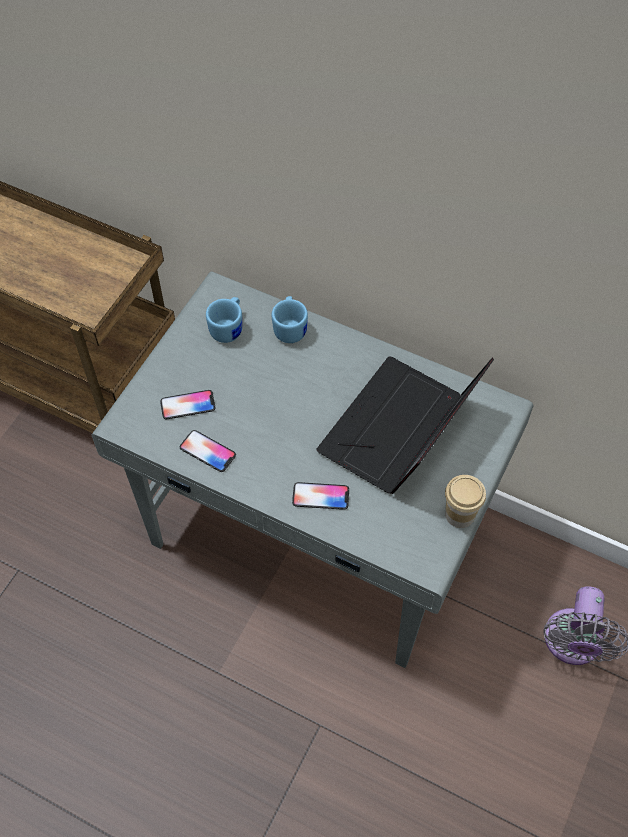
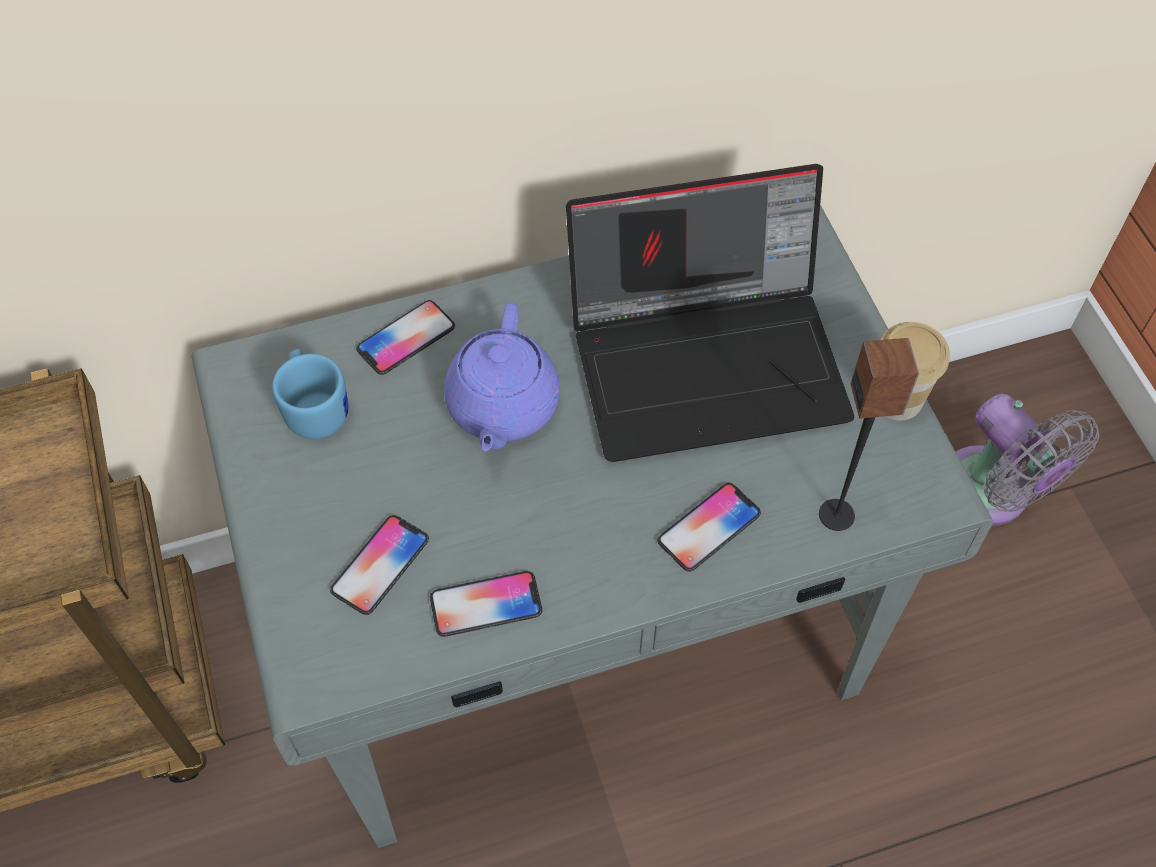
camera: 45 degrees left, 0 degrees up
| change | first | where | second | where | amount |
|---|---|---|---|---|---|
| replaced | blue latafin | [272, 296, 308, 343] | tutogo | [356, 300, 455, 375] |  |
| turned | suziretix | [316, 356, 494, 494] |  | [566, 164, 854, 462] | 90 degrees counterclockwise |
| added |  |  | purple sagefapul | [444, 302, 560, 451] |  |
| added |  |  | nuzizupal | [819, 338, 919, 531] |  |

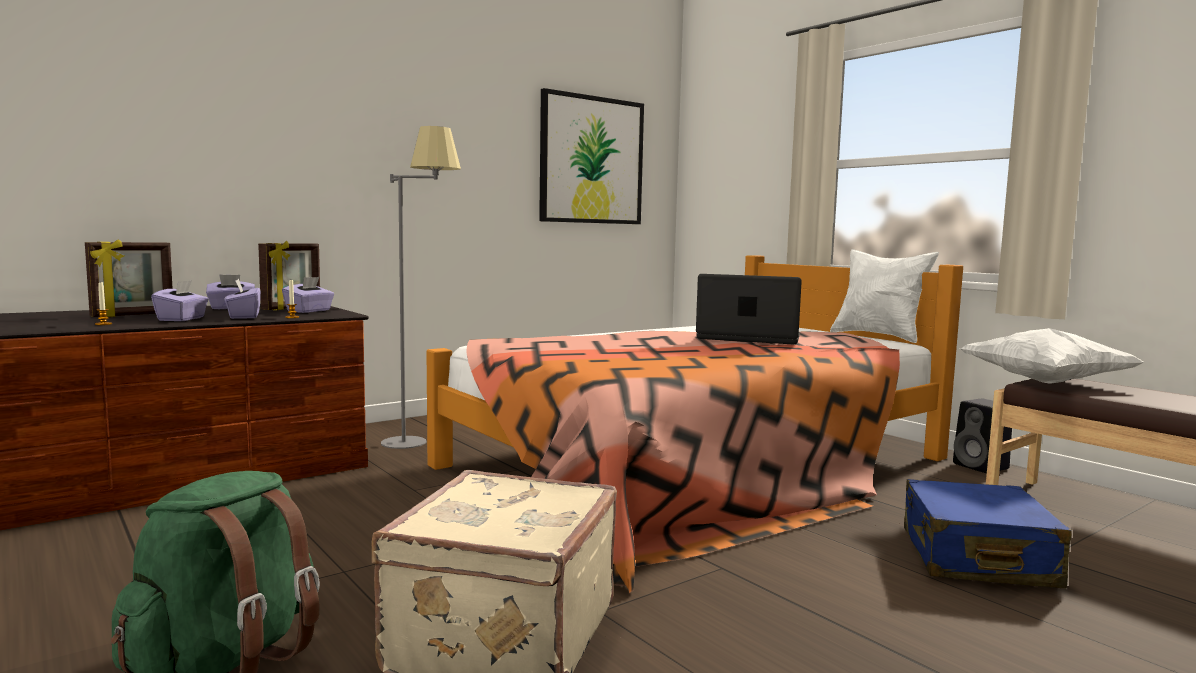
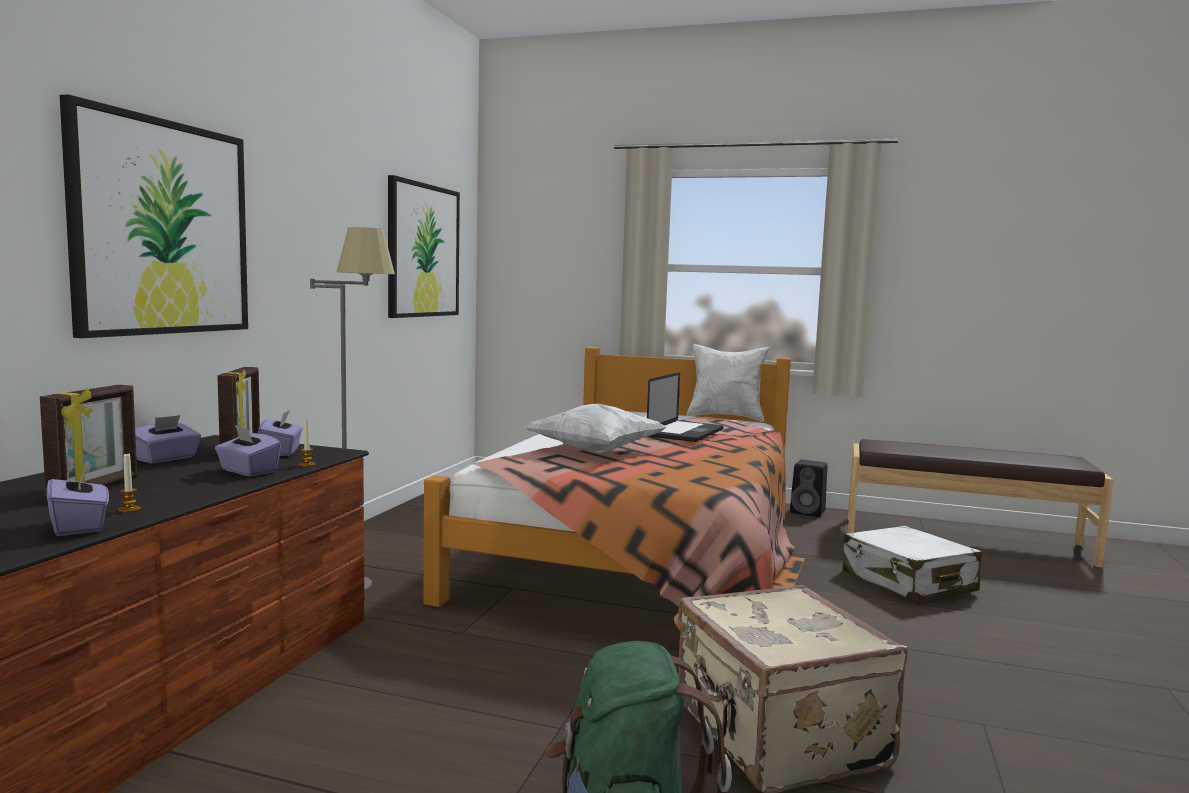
camera: 35 degrees left, 0 degrees up
| change | first | where | second | where | amount |
|---|---|---|---|---|---|
| turned | suziretix | [696, 274, 802, 344] |  | [647, 372, 724, 442] | 135 degrees clockwise |
| moved | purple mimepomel | [151, 280, 209, 321] |  | [47, 465, 109, 536] |  |
| moved | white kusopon | [960, 328, 1144, 384] |  | [526, 404, 667, 453] |  |
| recoloured | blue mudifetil | [904, 479, 1072, 588] | white mudifetil | [843, 526, 982, 602] |  |
| added |  |  | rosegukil | [60, 94, 248, 338] |  |

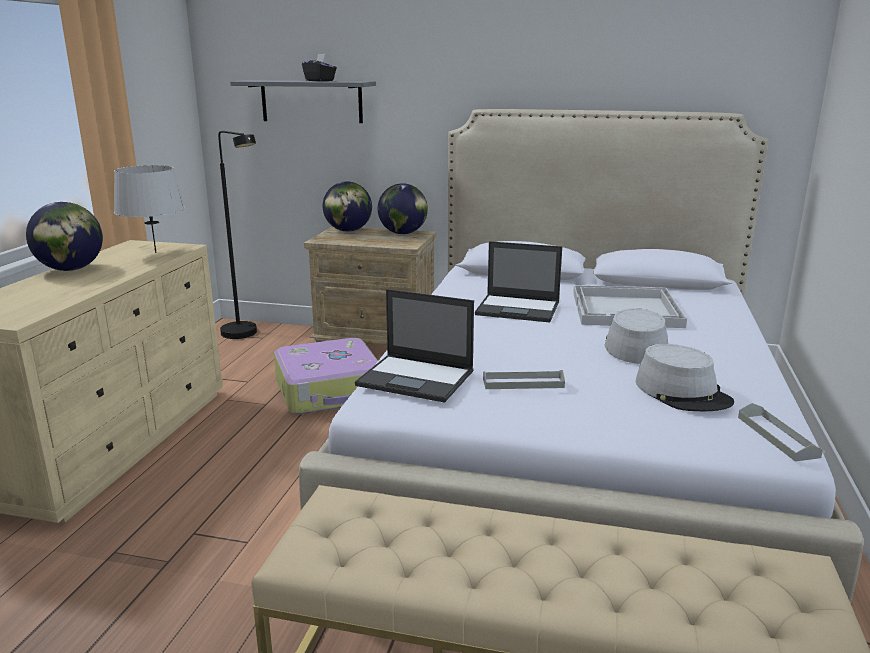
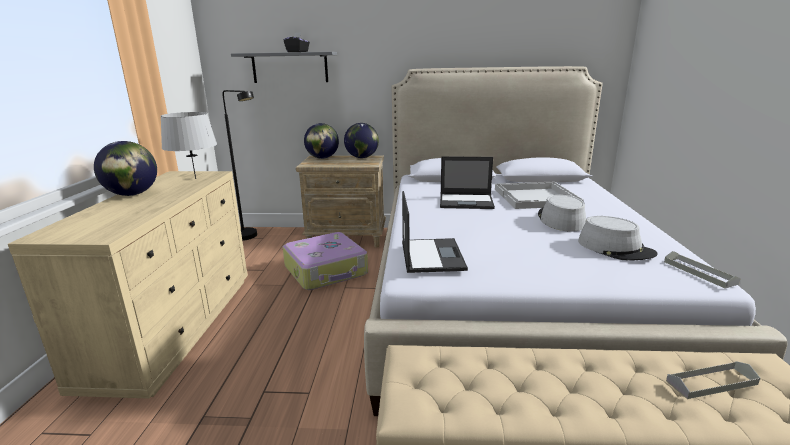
camera: 10 degrees left, 0 degrees up
| change | first | where | second | where | amount |
|---|---|---|---|---|---|
| turned | suziretix | [355, 289, 474, 403] |  | [402, 191, 468, 273] | 105 degrees counterclockwise |
| moved | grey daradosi | [483, 370, 565, 389] |  | [666, 361, 760, 399] |  |

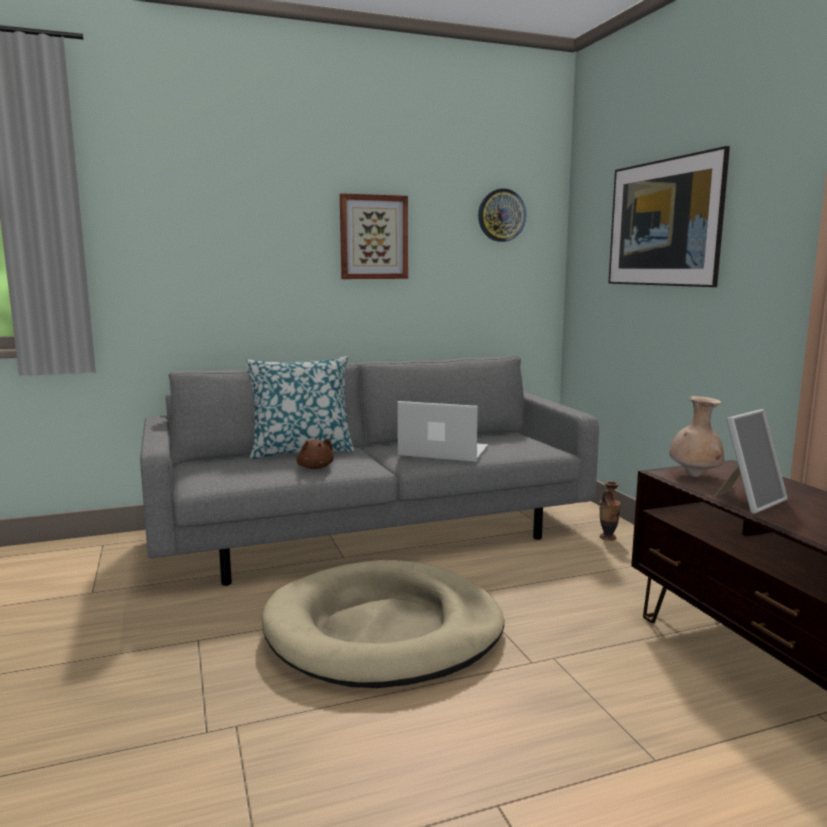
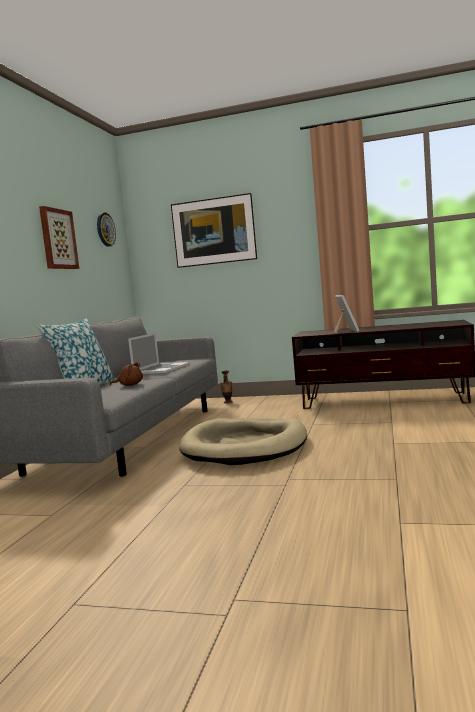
camera: 55 degrees left, 5 degrees down
| change | first | where | second | where | amount |
|---|---|---|---|---|---|
| removed | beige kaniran | [669, 396, 724, 477] |  |  |  |
| turned | suziretix | [397, 401, 488, 462] |  | [128, 333, 189, 374] | 150 degrees clockwise |

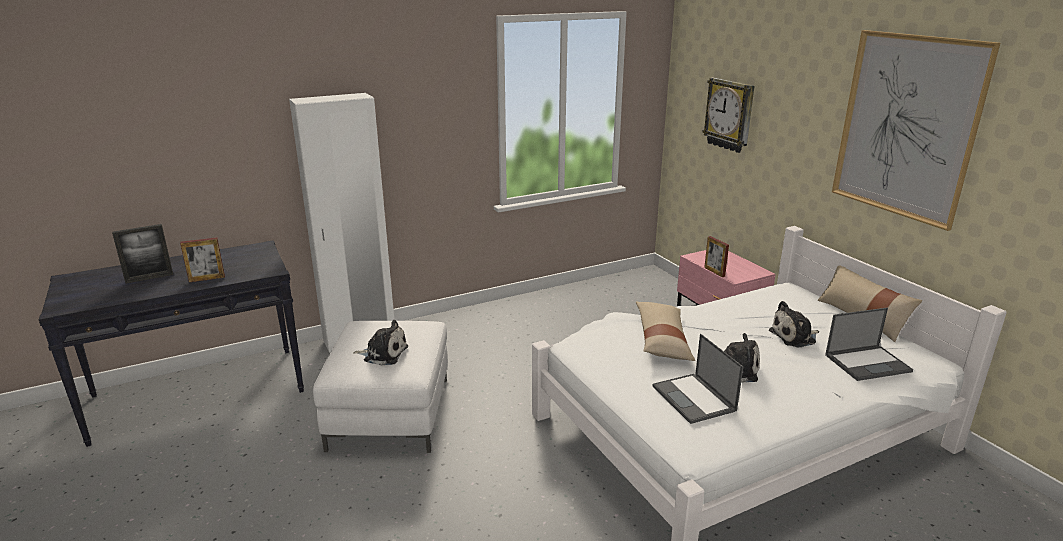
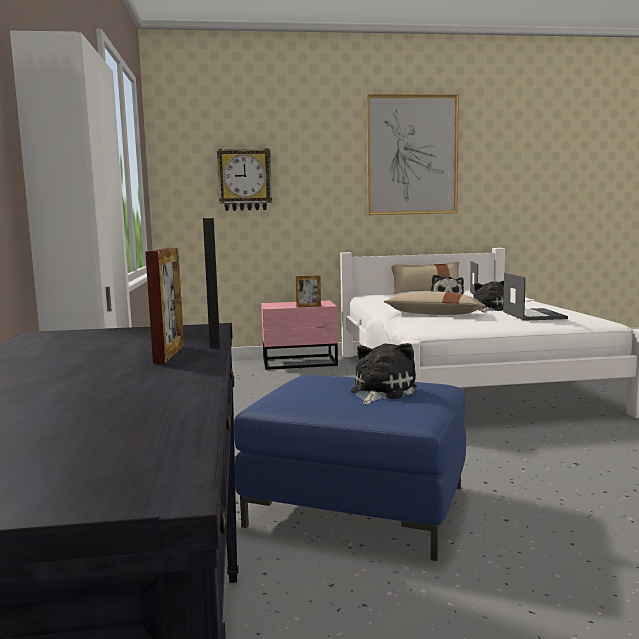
camera: 70 degrees left, 15 degrees down
| change | first | where | second | where | amount |
|---|---|---|---|---|---|
| moved | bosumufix | [112, 224, 173, 284] |  | [203, 218, 220, 348] |  |
| recoloured | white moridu | [313, 321, 448, 453] | blue moridu | [234, 375, 466, 561] |  |
| turned | suziretix | [652, 334, 743, 424] |  | [503, 273, 568, 320] | 90 degrees counterclockwise |

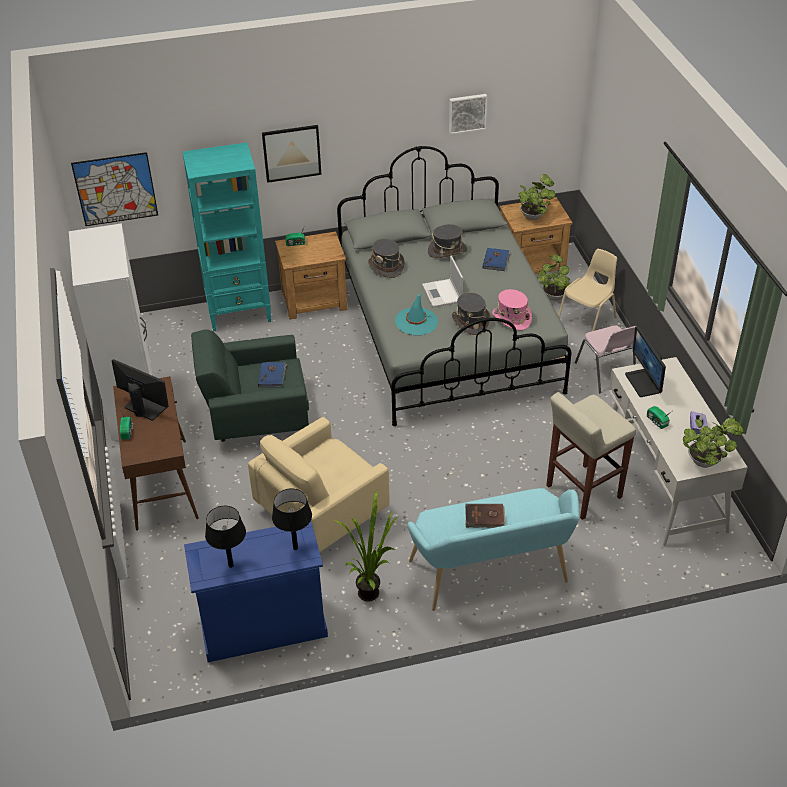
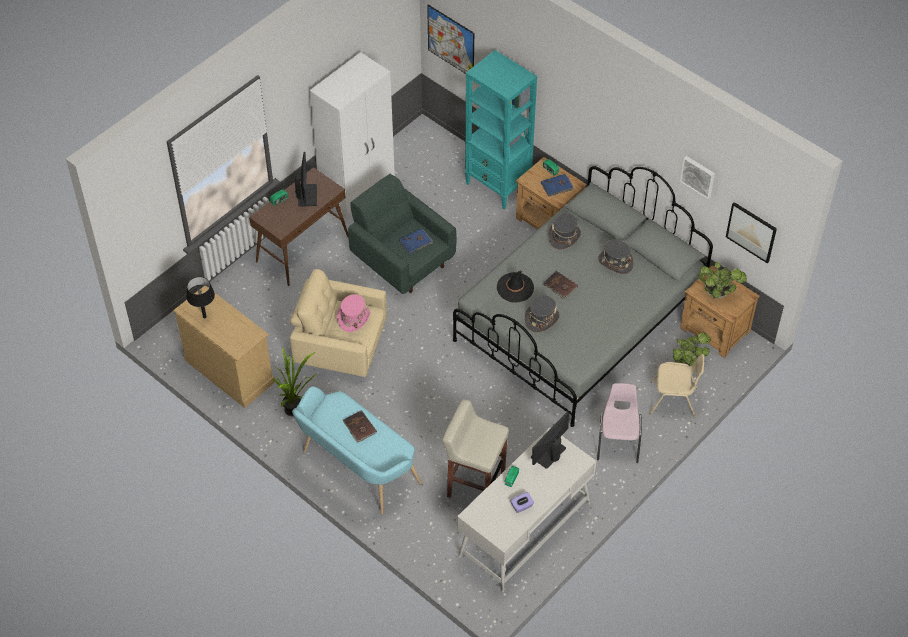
camera: 55 degrees right, 10 degrees up
| change | first | where | second | where | amount |
|---|---|---|---|---|---|
| moved | rosegukil | [262, 125, 322, 183] |  | [726, 202, 777, 263] |  |
| moved | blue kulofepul | [482, 248, 511, 271] |  | [541, 174, 574, 197] |  |
| replaced | suziretix | [422, 255, 463, 307] | brown kulofepul | [543, 271, 578, 300] |  |
| moved | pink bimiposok | [492, 289, 532, 330] |  | [337, 294, 370, 332] |  |
| recoloured | turquoise bimiposok | [395, 293, 438, 335] | black bimiposok | [497, 271, 534, 303] |  |
| turned | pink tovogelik | [575, 325, 636, 393] |  | [597, 383, 642, 463] | 150 degrees clockwise |
| removed | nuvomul | [683, 418, 744, 468] |  |  |  |
| removed | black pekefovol | [272, 488, 312, 550] |  |  |  |
| recoloured | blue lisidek | [184, 521, 328, 662] | beige lisidek | [173, 285, 275, 408] |  |

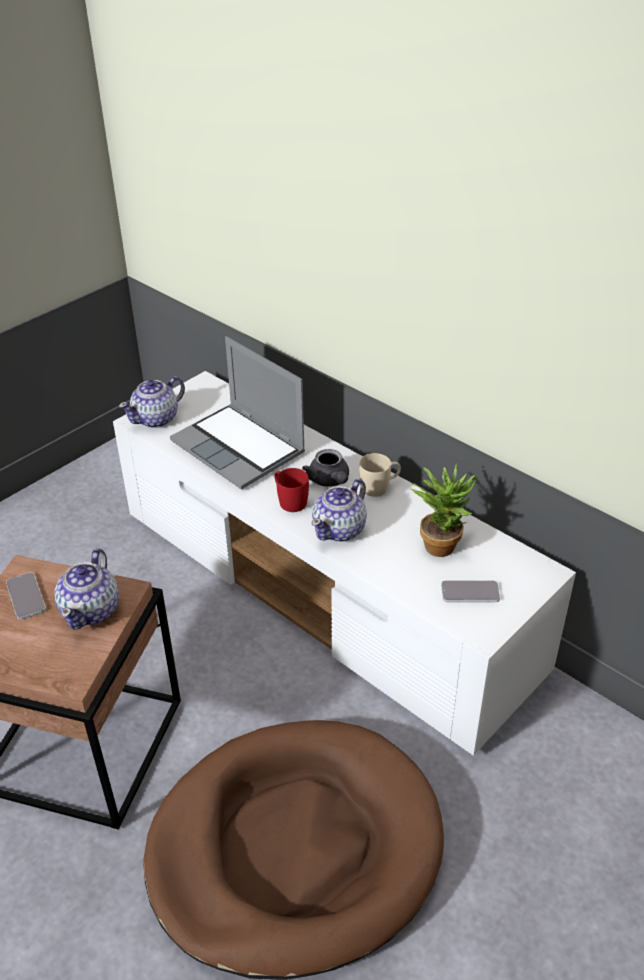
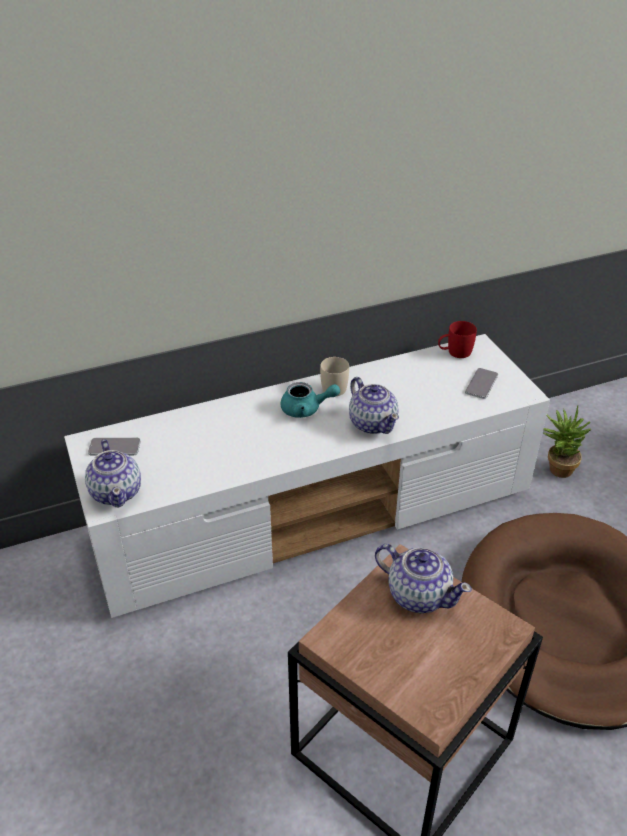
camera: 65 degrees left, 0 degrees up
| change | first | where | second | where | amount |
|---|---|---|---|---|---|
| removed | suziretix | [170, 336, 305, 490] |  |  |  |
| recoloured | grey sagefapul | [302, 449, 349, 487] | turquoise sagefapul | [280, 382, 340, 418] |  |
| moved | nuvomul | [411, 463, 478, 557] |  | [543, 405, 591, 478] |  |
| moved | red latafin | [274, 468, 309, 512] |  | [438, 321, 477, 358] |  |
| moved | tutogo | [6, 572, 46, 620] |  | [88, 438, 141, 455] |  |

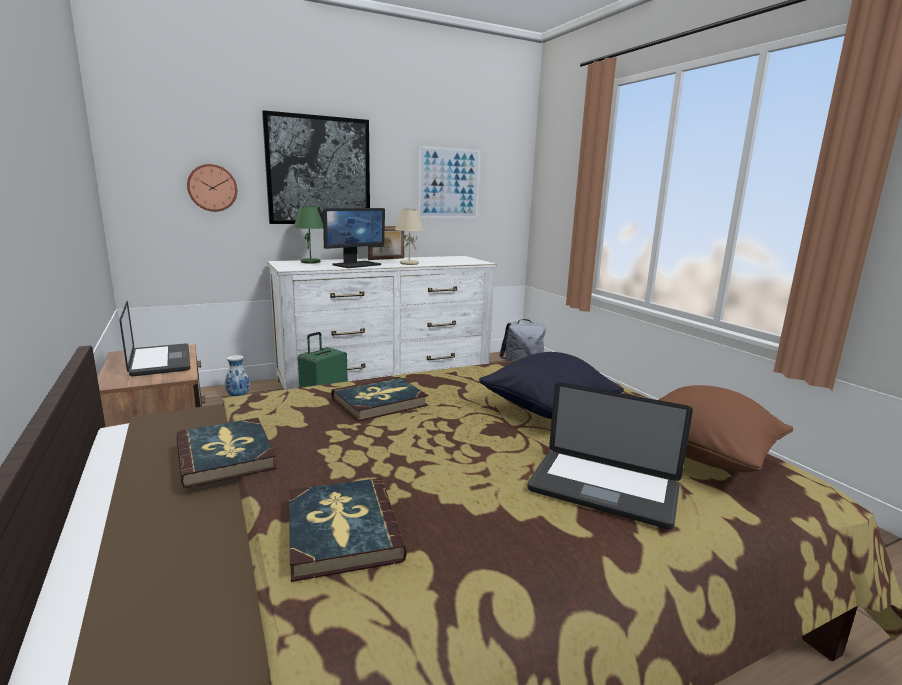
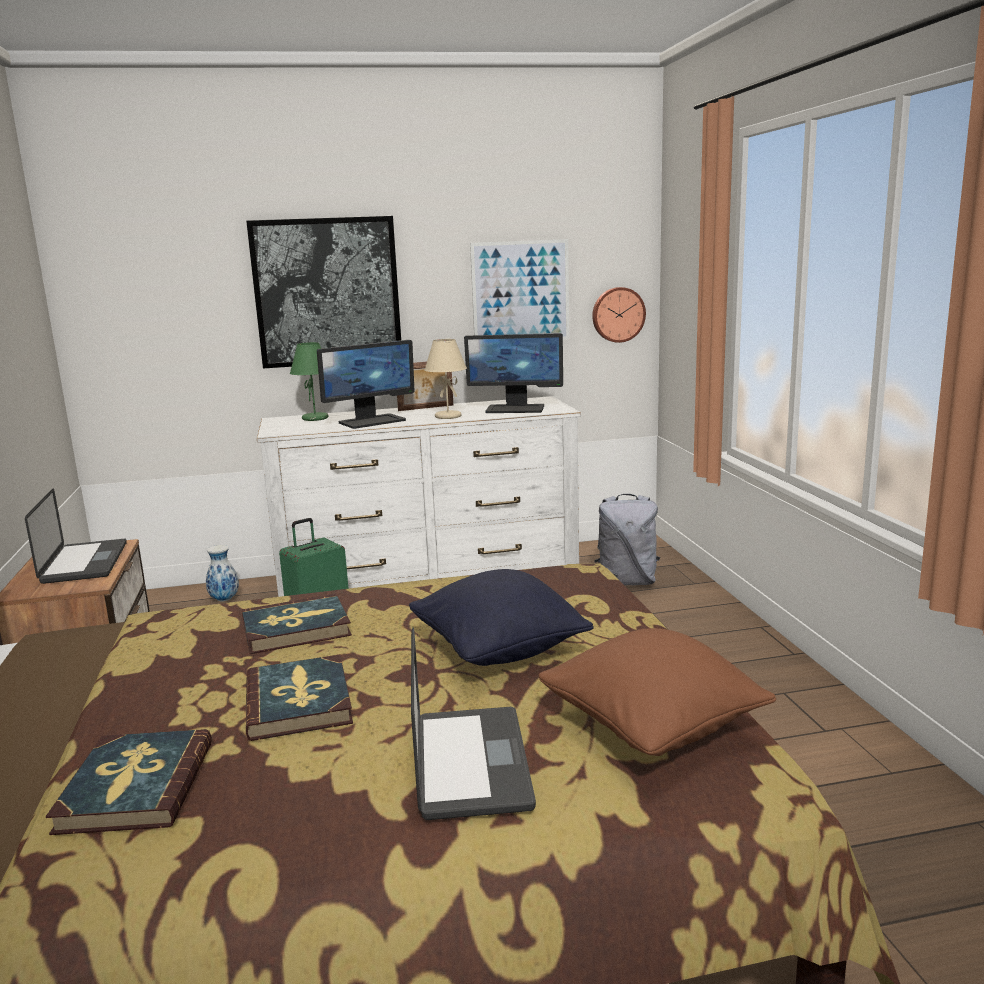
camera: 15 degrees right, 0 degrees up
| change | first | where | second | where | amount |
|---|---|---|---|---|---|
| moved | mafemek | [187, 164, 237, 212] |  | [592, 287, 646, 343] |  |
| turned | suziretix | [527, 382, 693, 529] |  | [411, 627, 536, 820] | 135 degrees counterclockwise |
| moved | kulofepul | [176, 418, 277, 488] |  | [246, 654, 353, 741] |  |
| added |  |  | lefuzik | [464, 333, 563, 413] |  |

